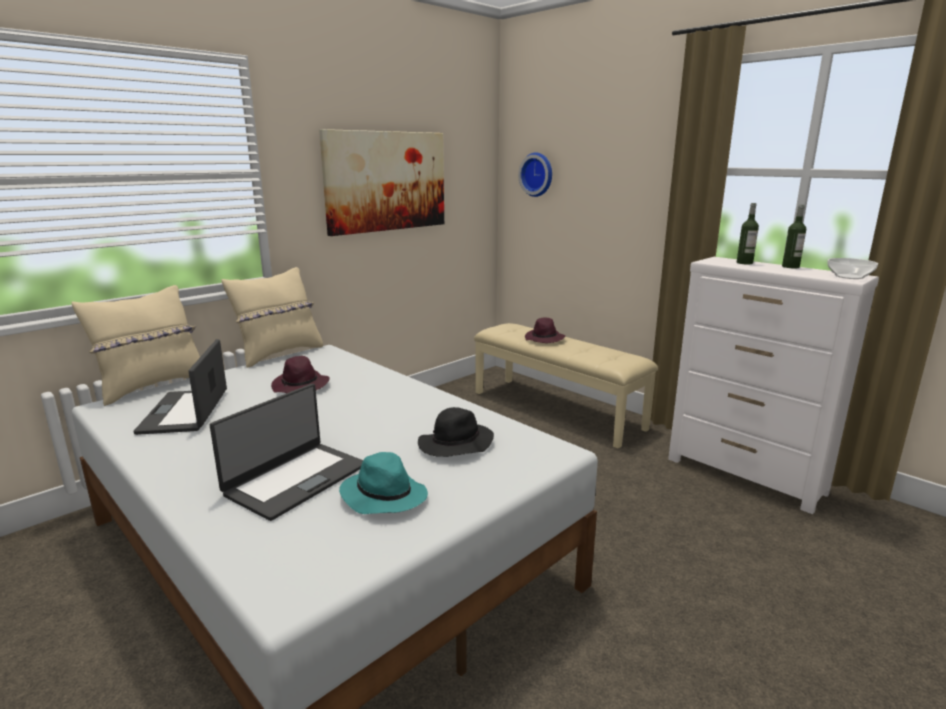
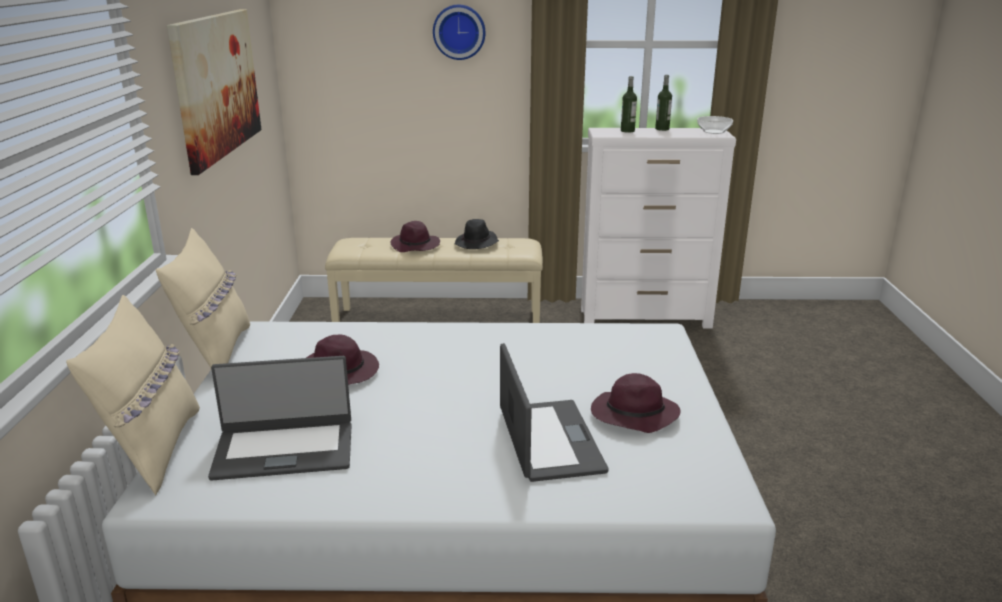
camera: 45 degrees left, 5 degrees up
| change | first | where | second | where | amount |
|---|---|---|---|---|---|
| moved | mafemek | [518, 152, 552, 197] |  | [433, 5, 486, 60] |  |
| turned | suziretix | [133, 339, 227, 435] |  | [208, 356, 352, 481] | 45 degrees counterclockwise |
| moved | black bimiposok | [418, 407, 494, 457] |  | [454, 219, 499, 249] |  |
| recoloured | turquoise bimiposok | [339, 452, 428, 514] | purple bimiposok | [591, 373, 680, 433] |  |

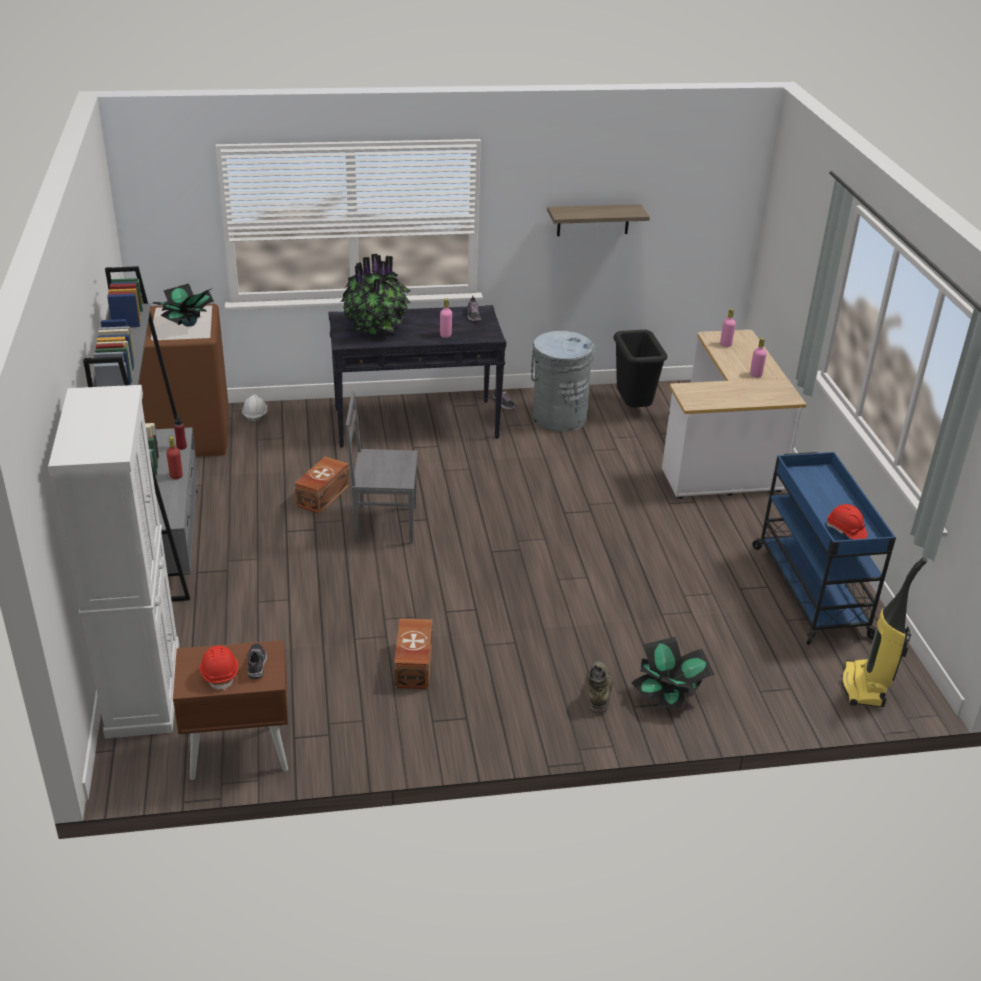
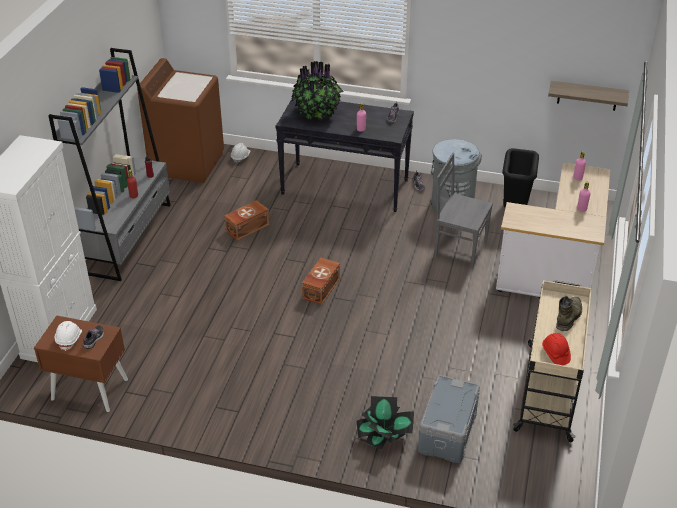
camera: 25 degrees right, 5 degrees up
| change | first | where | second | where | amount |
|---|---|---|---|---|---|
| moved | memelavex | [547, 204, 650, 236] |  | [548, 81, 629, 111] |  |
| removed | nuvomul | [151, 284, 214, 327] |  |  |  |
| moved | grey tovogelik | [346, 391, 418, 544] |  | [434, 153, 493, 268] |  |
| recoloured | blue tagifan | [752, 452, 896, 645] | beige tagifan | [513, 280, 592, 443] |  |
| removed | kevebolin | [842, 557, 927, 707] |  |  |  |
| moved | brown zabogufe | [394, 618, 432, 689] |  | [302, 258, 340, 305] |  |
| recoloured | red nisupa | [200, 646, 238, 691] | white nisupa | [55, 321, 82, 351] |  |
| moved | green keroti | [588, 661, 613, 713] |  | [556, 296, 582, 331] |  |
| added |  |  | grey zabogufe | [418, 375, 480, 463] |  |

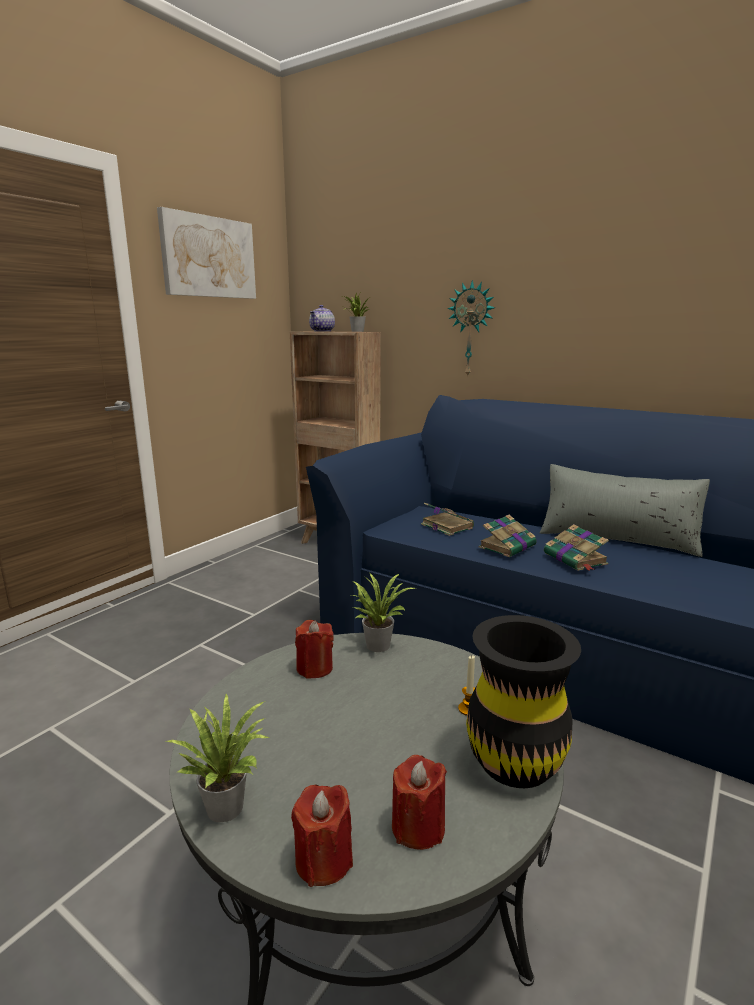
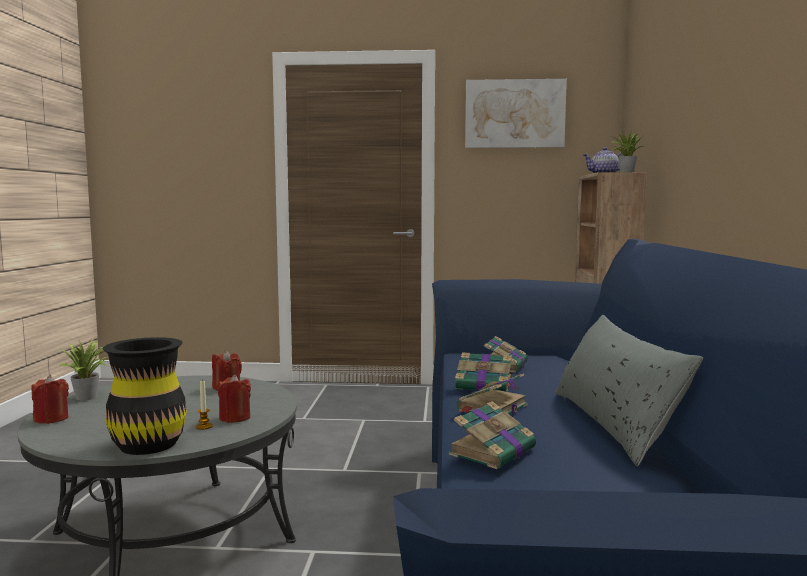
camera: 60 degrees right, 10 degrees down
| change | first | where | second | where | amount |
|---|---|---|---|---|---|
| removed | mafemek | [447, 280, 495, 377] |  |  |  |
| removed | nuvomul | [352, 573, 415, 652] |  |  |  |
| moved | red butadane | [392, 755, 447, 850] |  | [218, 374, 251, 423] |  |
| added |  |  | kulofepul | [449, 401, 536, 469] |  |

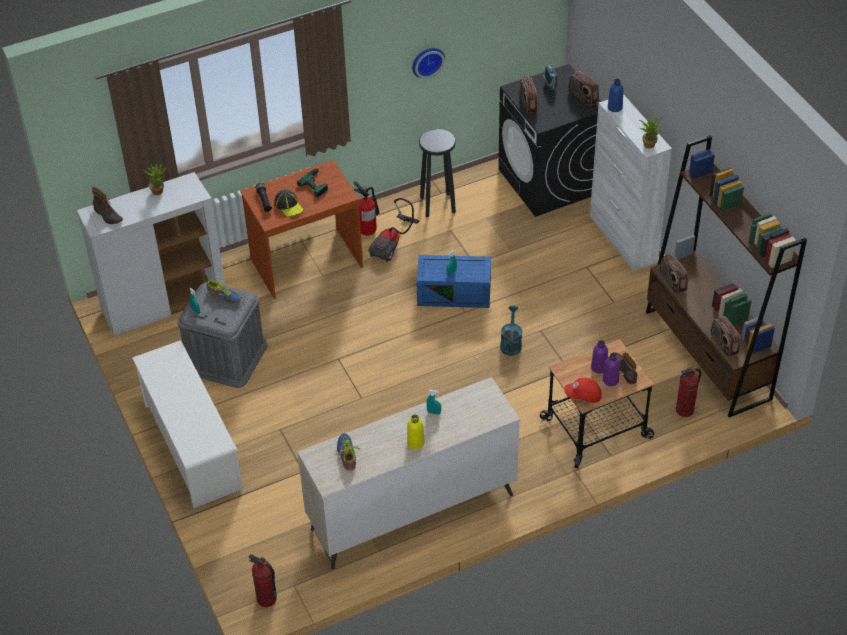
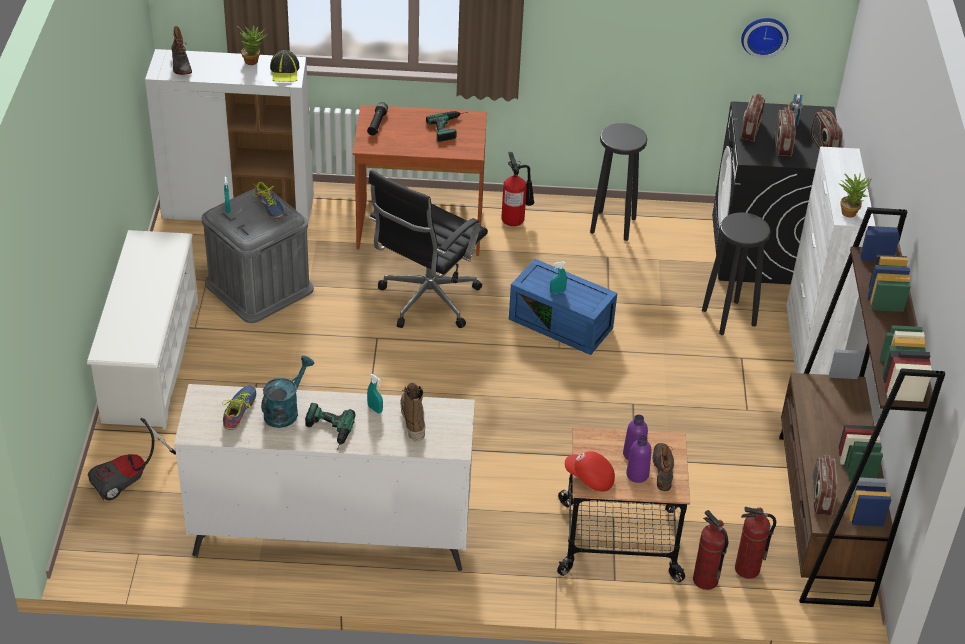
camera: 25 degrees right, 5 degrees down
| change | first | where | second | where | amount |
|---|---|---|---|---|---|
| moved | mafemek | [412, 48, 445, 79] |  | [741, 18, 789, 58] |  |
| removed | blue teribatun | [608, 79, 623, 112] |  |  |  |
| moved | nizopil | [274, 189, 304, 217] |  | [270, 50, 300, 82] |  |
| moved | kevebolin | [369, 198, 419, 262] |  | [88, 418, 176, 501] |  |
| moved | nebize | [659, 254, 688, 294] |  | [774, 108, 796, 157] |  |
| moved | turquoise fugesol | [500, 305, 522, 356] |  | [261, 356, 314, 428] |  |
| replaced | yellow teribatun | [407, 414, 425, 449] | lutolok | [305, 403, 356, 450] |  |
| moved | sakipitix | [249, 554, 277, 607] |  | [693, 510, 728, 590] |  |
| added |  |  | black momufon | [368, 170, 488, 328] |  |
| added |  |  | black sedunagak | [702, 212, 770, 335] |  |
| added |  |  | keroti | [400, 383, 426, 441] |  |

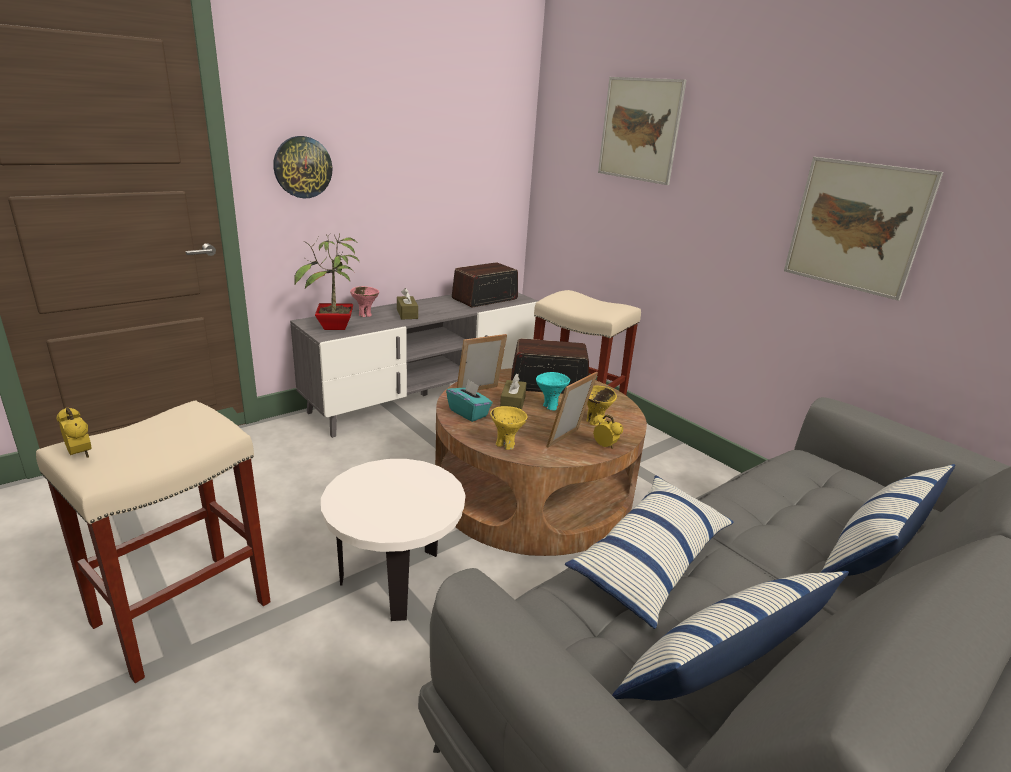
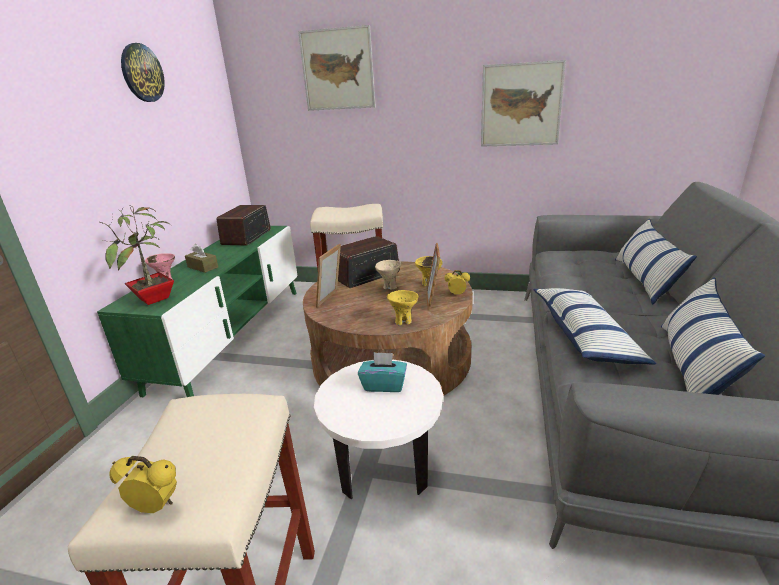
camera: 35 degrees left, 0 degrees up
| change | first | where | second | where | amount |
|---|---|---|---|---|---|
| moved | mafemek | [273, 136, 333, 198] |  | [121, 43, 165, 102] |  |
| recoloured | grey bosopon | [290, 293, 538, 438] | green bosopon | [97, 226, 297, 397] |  |
| recoloured | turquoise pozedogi | [536, 372, 570, 411] | beige pozedogi | [375, 260, 401, 290] |  |
| removed | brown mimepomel | [500, 374, 526, 410] |  |  |  |
| moved | turquoise mimepomel | [446, 380, 492, 422] |  | [358, 352, 407, 392] |  |

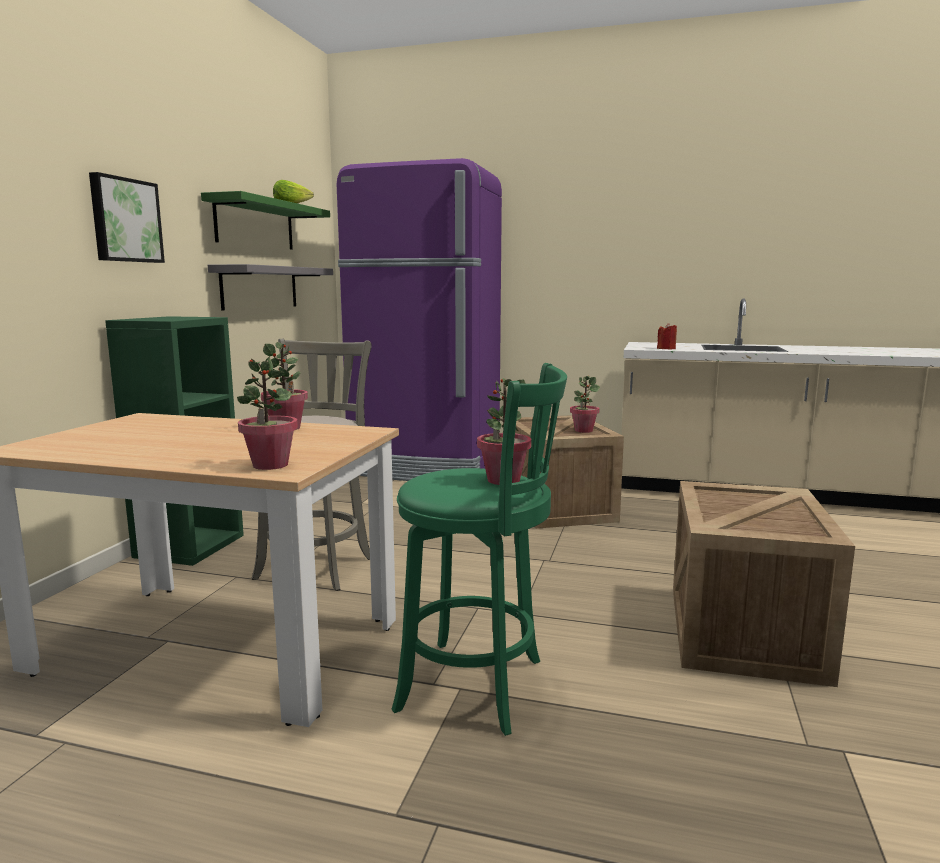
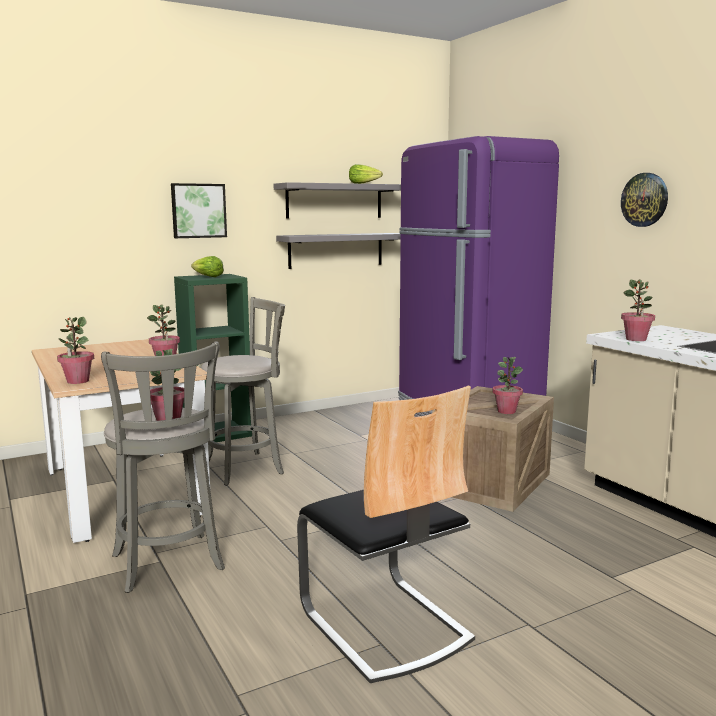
camera: 45 degrees right, 0 degrees up
| change | first | where | second | where | amount |
|---|---|---|---|---|---|
| recoloured | green memelavex | [201, 191, 330, 250] | grey memelavex | [274, 182, 401, 219] |  |
| replaced | red butadane | [657, 323, 677, 349] | nuvomul | [621, 279, 655, 341] |  |
| recoloured | green sedunagak | [392, 363, 567, 736] | grey sedunagak | [101, 341, 225, 593] |  |
| replaced | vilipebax | [673, 481, 855, 687] | tovogelik | [297, 385, 475, 683] |  |
| added |  |  | mafemek | [621, 173, 668, 227] |  |
| added |  |  | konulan | [191, 256, 224, 277] |  |

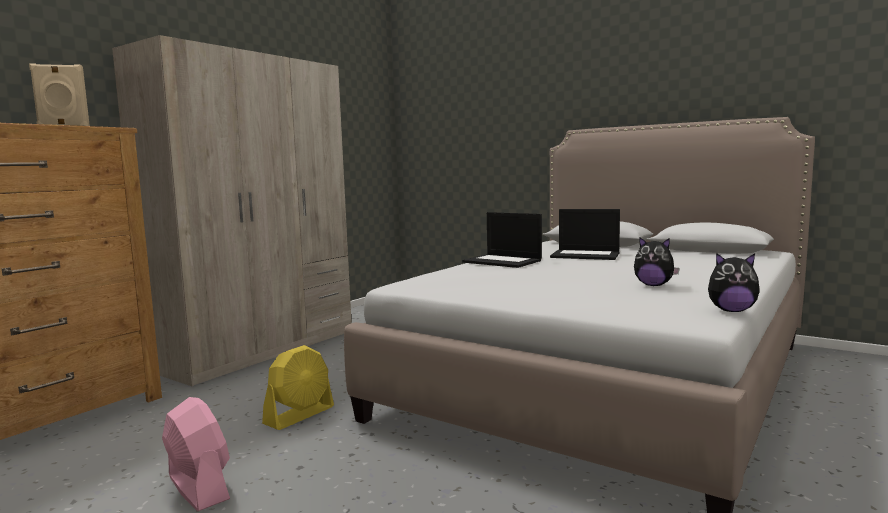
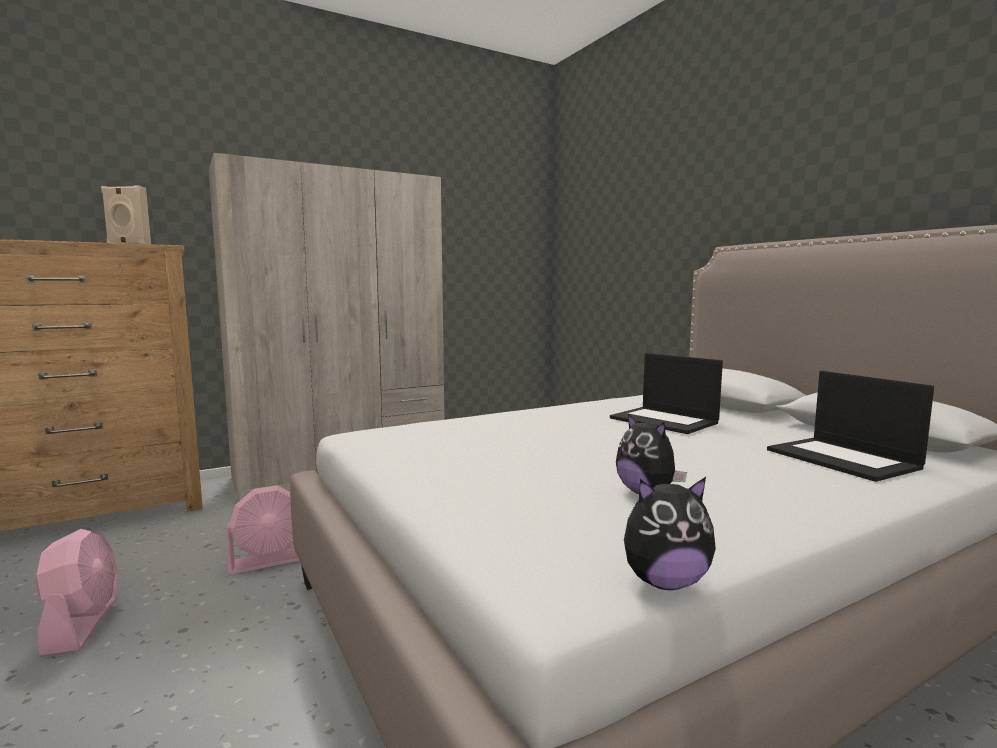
camera: 25 degrees right, 0 degrees up
| change | first | where | second | where | amount |
|---|---|---|---|---|---|
| moved | suziretix | [462, 212, 542, 268] |  | [767, 371, 934, 482] |  |
| turned | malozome | [708, 253, 760, 312] |  | [624, 477, 716, 590] | 45 degrees counterclockwise |
| recoloured | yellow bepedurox | [262, 345, 334, 430] | pink bepedurox | [227, 485, 299, 574] |  |

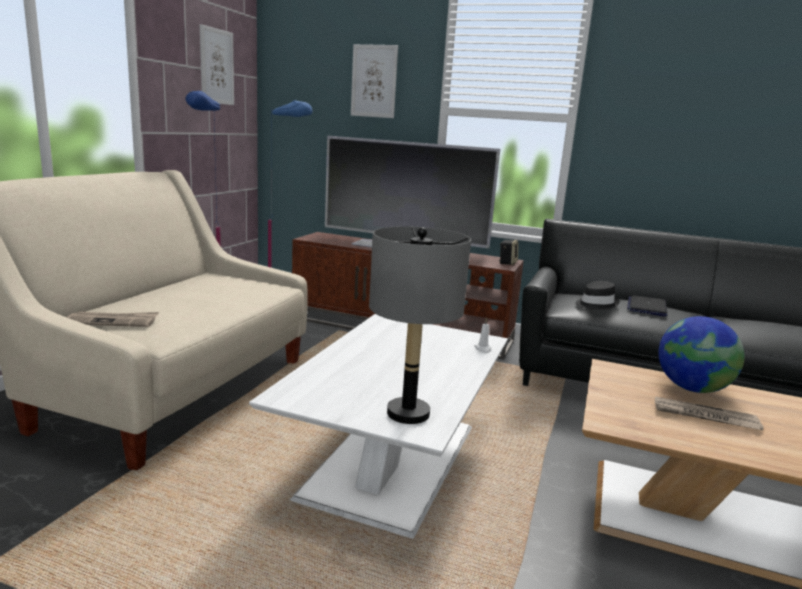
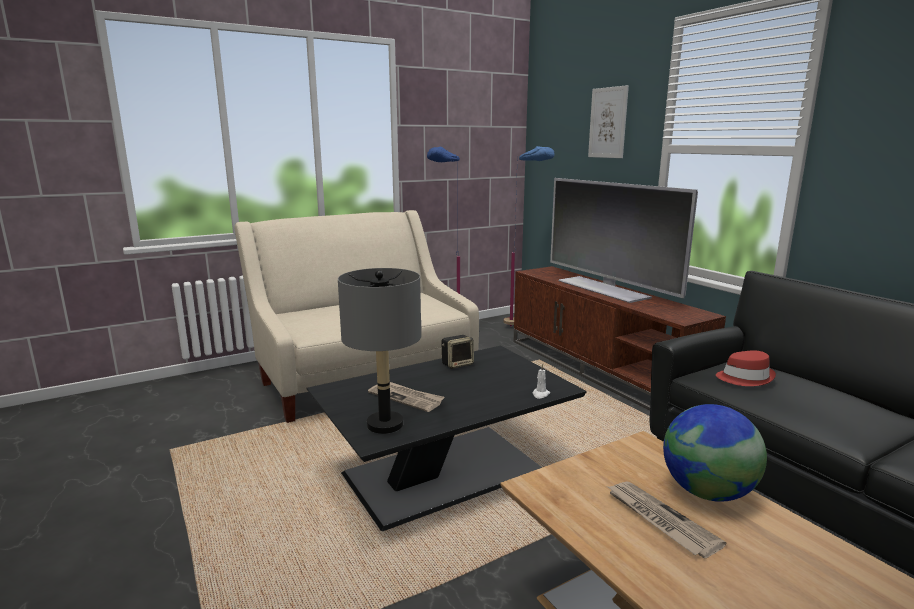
camera: 40 degrees right, 0 degrees up
| change | first | where | second | where | amount |
|---|---|---|---|---|---|
| removed | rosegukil | [200, 24, 234, 105] |  |  |  |
| moved | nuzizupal | [499, 240, 519, 265] |  | [441, 335, 474, 369] |  |
| recoloured | black bimiposok | [575, 281, 620, 310] | red bimiposok | [716, 350, 776, 386] |  |
| removed | suziretix | [627, 295, 667, 316] |  |  |  |
| moved | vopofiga | [67, 312, 159, 327] |  | [368, 382, 445, 412] |  |
| recoloured | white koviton | [249, 314, 508, 538] | black koviton | [307, 346, 587, 531] |  |

